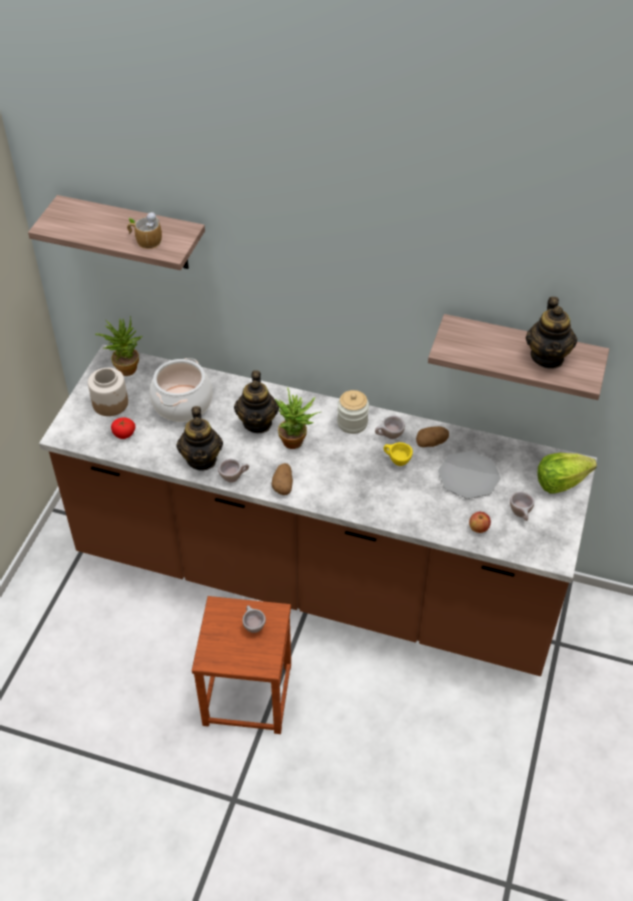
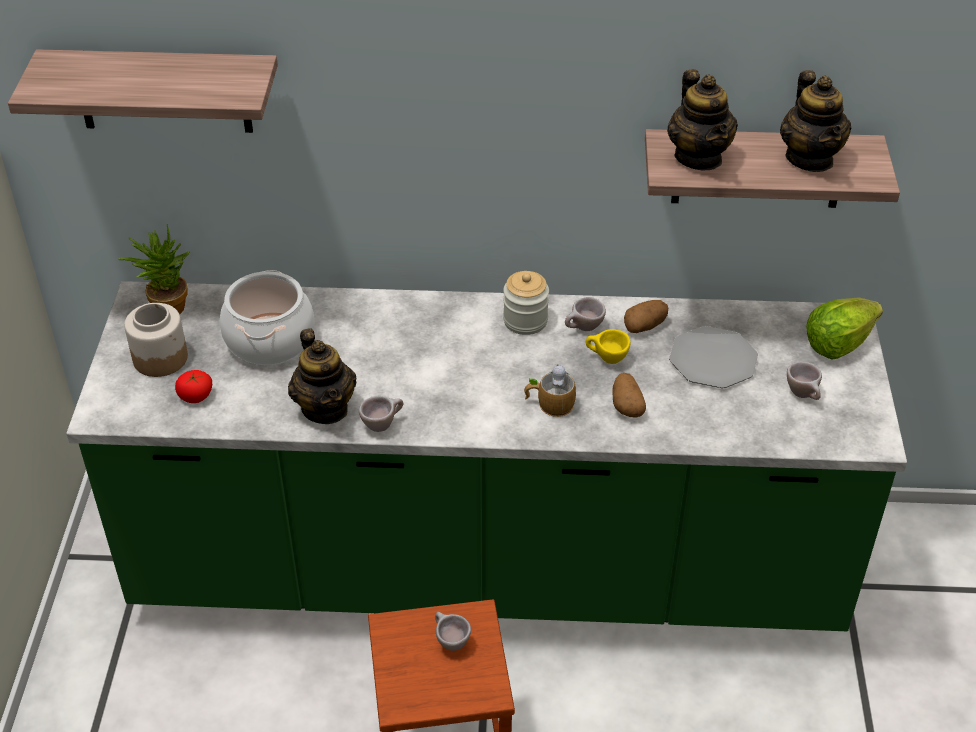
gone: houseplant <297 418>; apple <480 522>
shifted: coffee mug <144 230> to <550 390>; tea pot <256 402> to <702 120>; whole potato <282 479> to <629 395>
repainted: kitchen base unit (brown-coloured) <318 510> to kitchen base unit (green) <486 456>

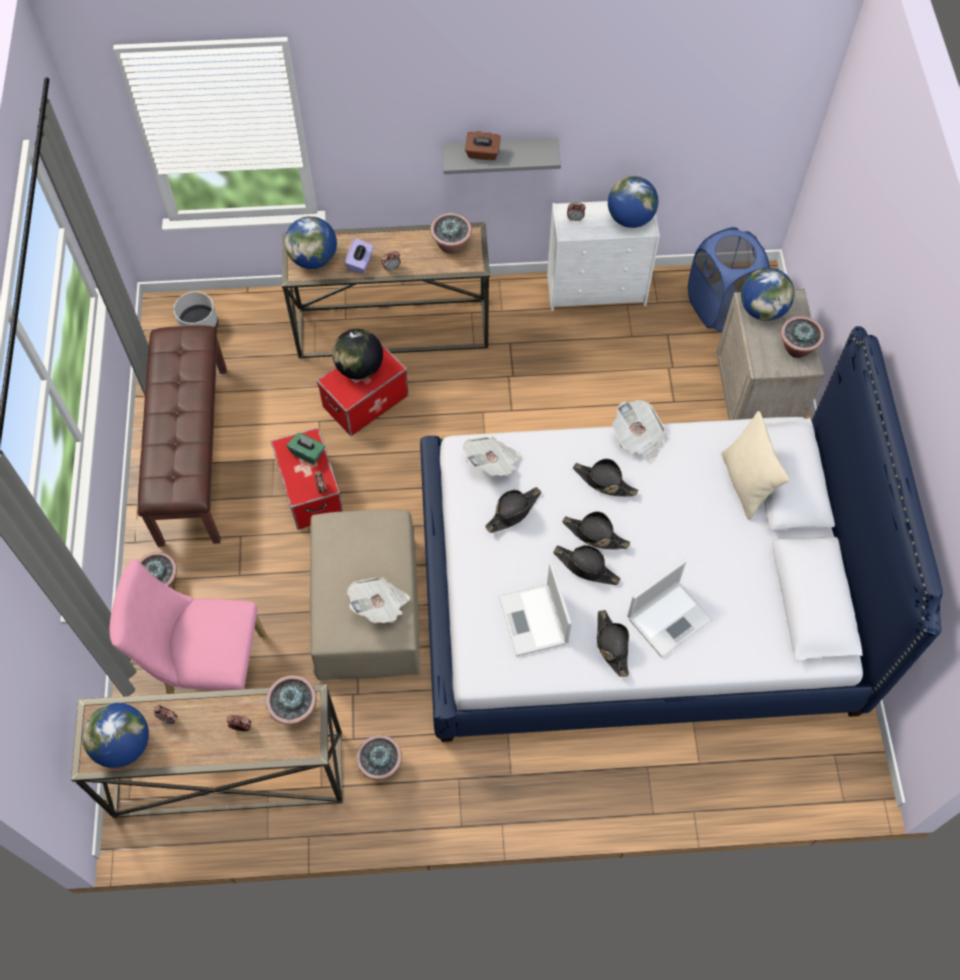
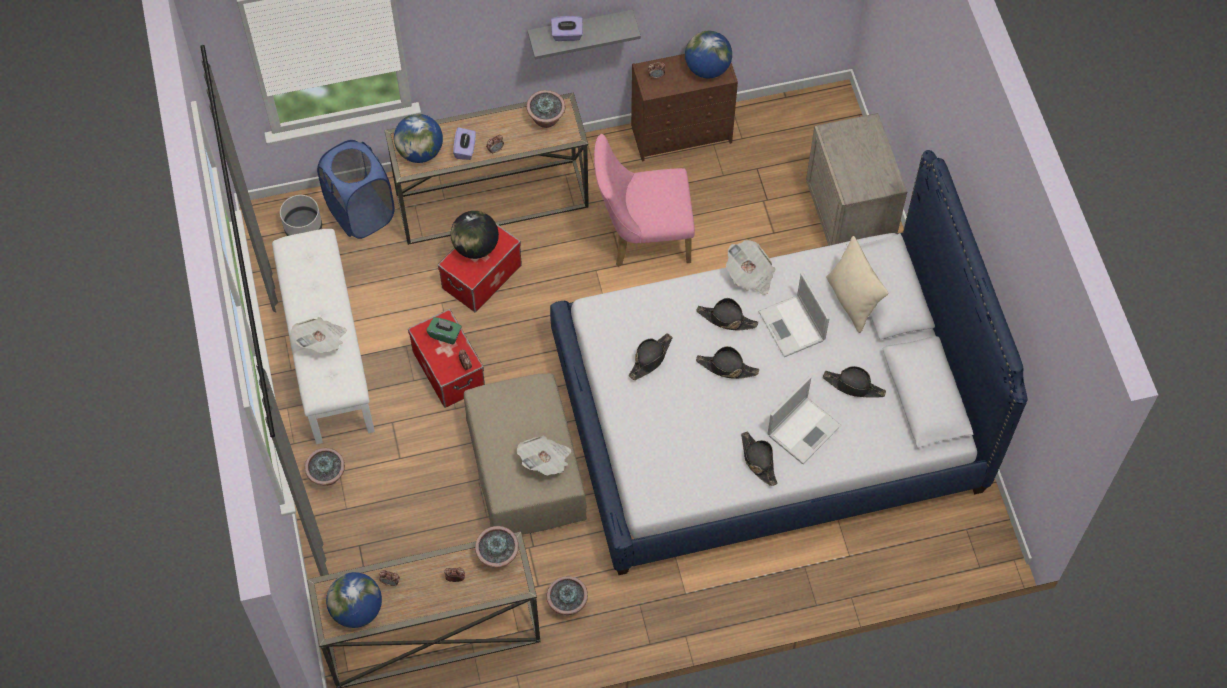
gone: globe <768 294>; houseplant <802 337>
shifted: laundry basket (bluish) <729 279> to <356 189>; printed paper <492 456> to <319 335>; hat (black) <587 565> to <854 382>; plain chair (pink) <188 626> to <644 200>; portable computer <535 609> to <794 315>
repainted: tissue holder (brown-coloured) <483 146> to tissue holder (purple-coloured) <567 28>; drawer chest (whitish) <603 256> to drawer chest (brown-coloured) <684 108>; indoor bench (brown-coloured) <182 436> to indoor bench (whitish) <323 336>

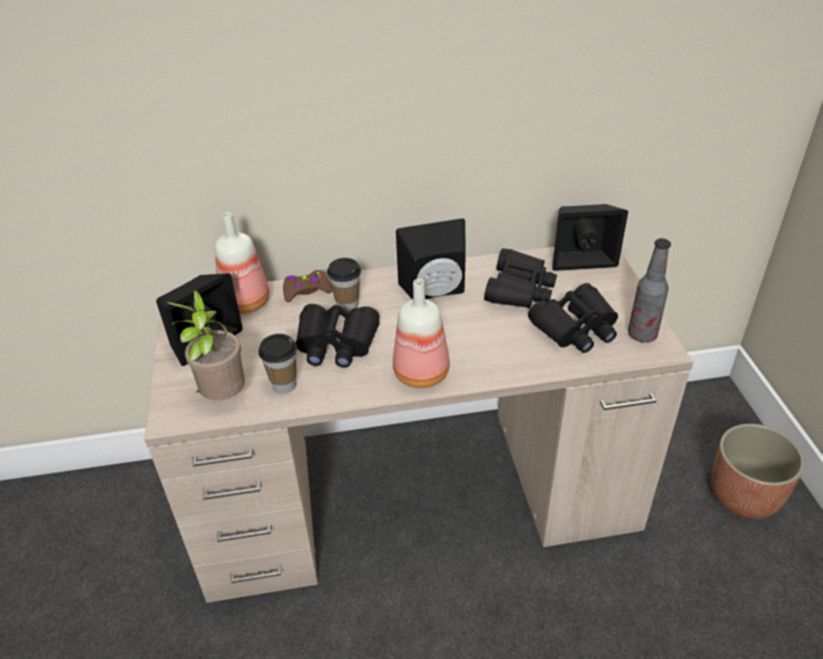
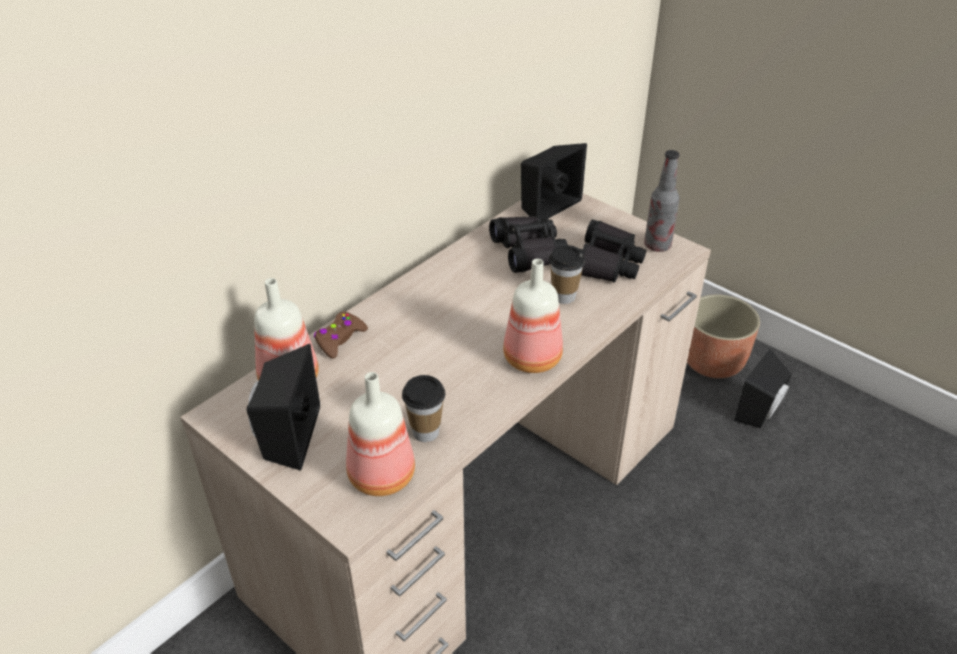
gone: field glasses (black) <338 336>
shifted: loudspeaker (black) <431 259> to <763 388>; drinking cup <344 284> to <567 274>
swapped: houseplant <206 345> to beverage bottle <380 434>

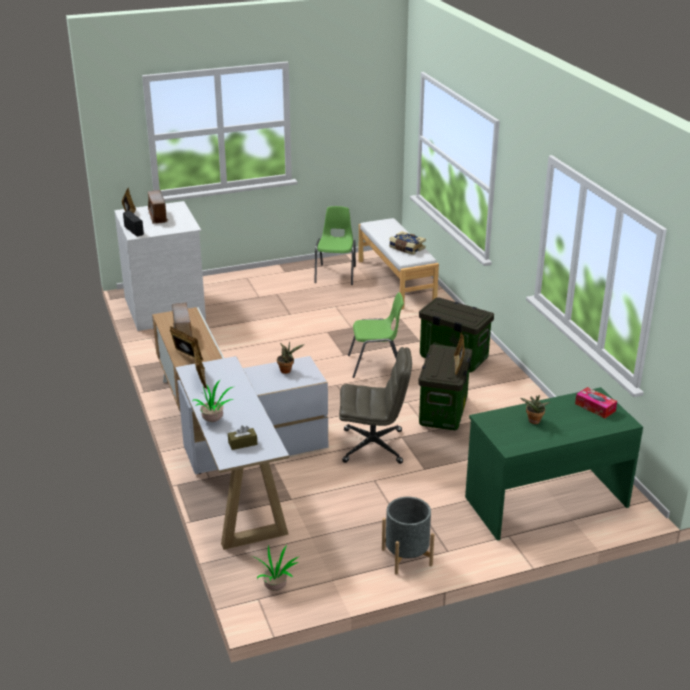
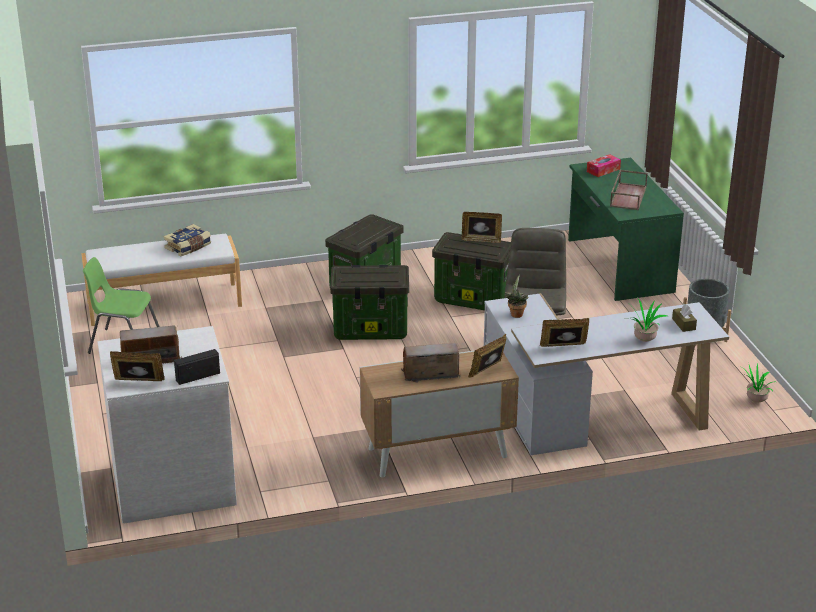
swapped: plain chair (green) <376 335> to storage container <369 302>; houseplant <535 409> to tray (brown-coloured) <629 190>

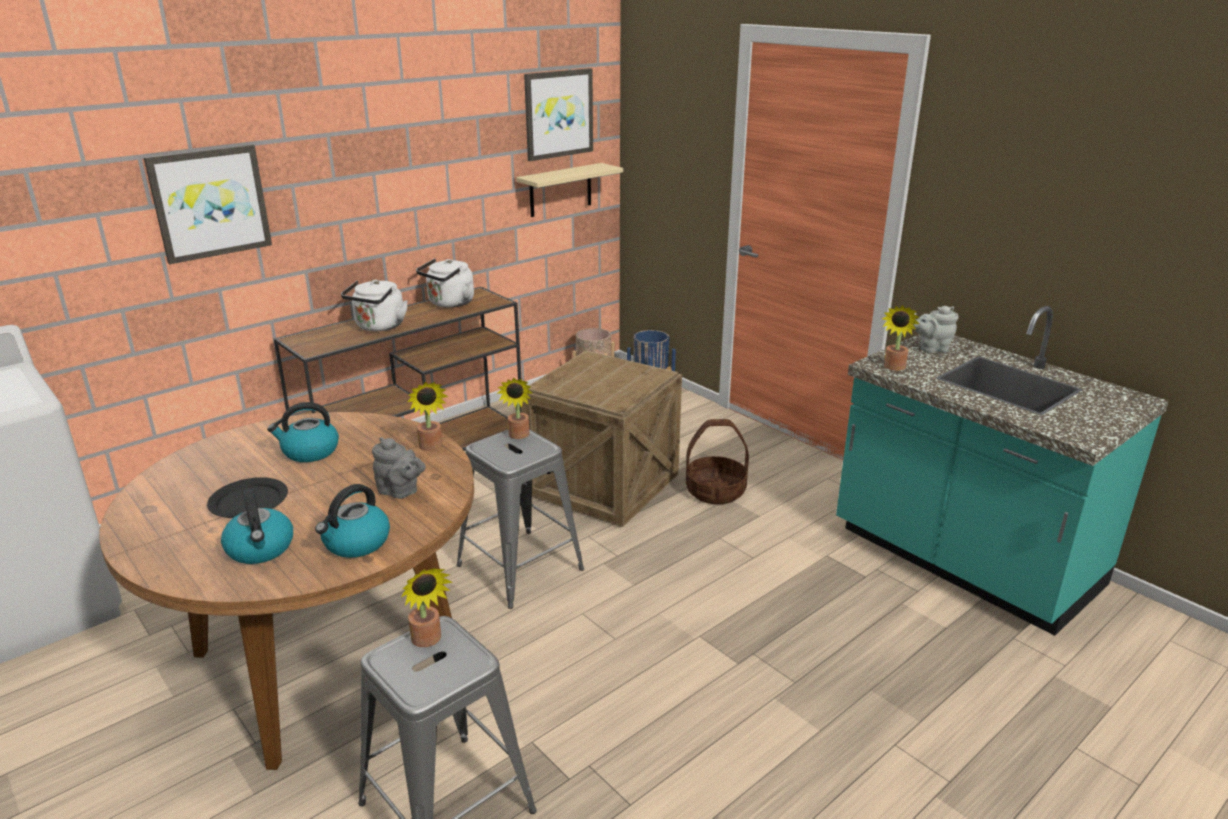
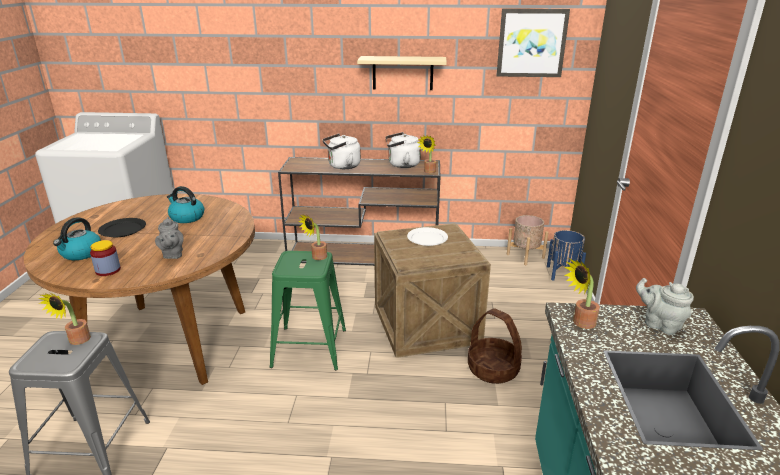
gone: wall art <208 204>
new: plate (whitish) <427 236>
shifted: wall shelf (sand-coloured) <569 190> to <402 73>; houseplant <427 416> to <426 154>
swapped: kettle <352 521> to preserve jar <105 258>
repainted: sitting stool (greyish) <520 519> to sitting stool (green) <308 310>

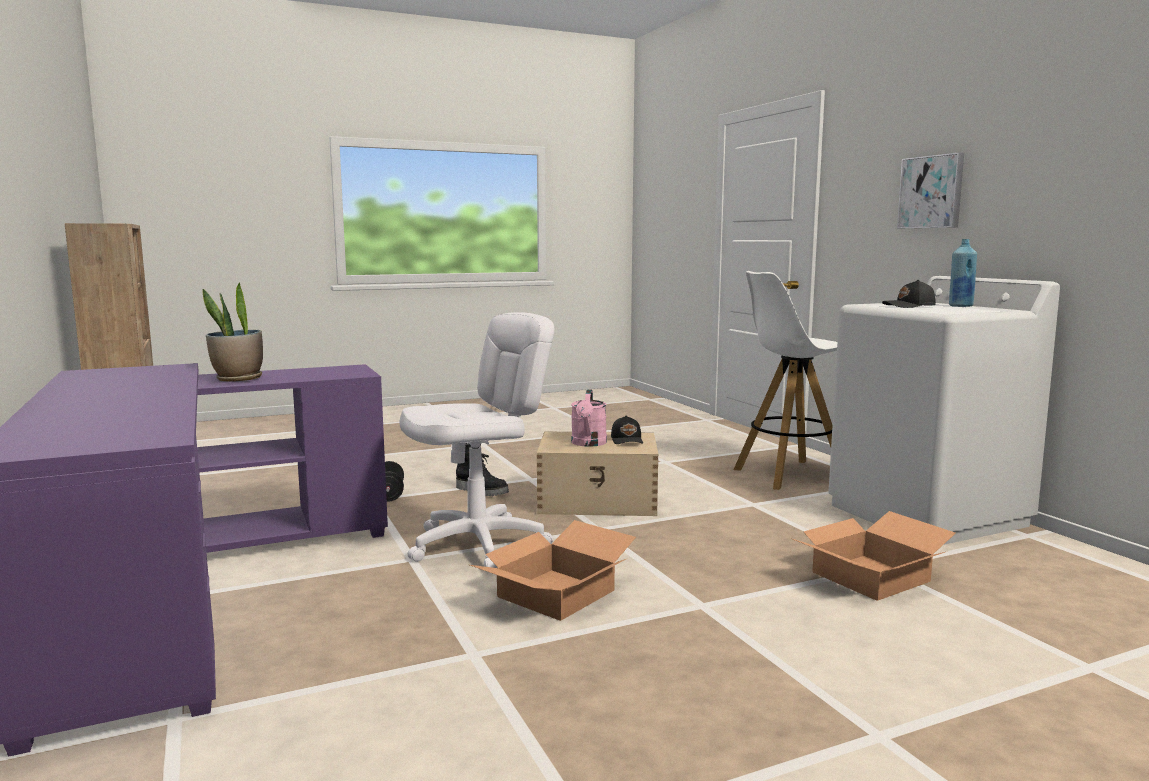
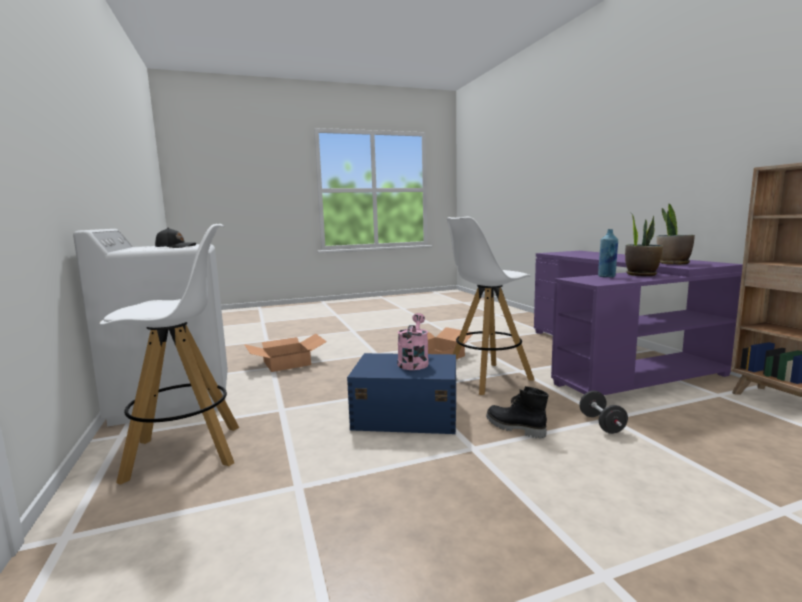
gone: wall art <930 190>; cap (black) <627 429>
new: houseplant <676 234>
shifted: beverage bottle (bluish) <963 273> to <608 253>
swapped: office chair (whitish) <477 442> to sitting stool (whitish) <490 306>
repainted: storage container (sand-coloured) <597 473> to storage container (bluish) <401 393>

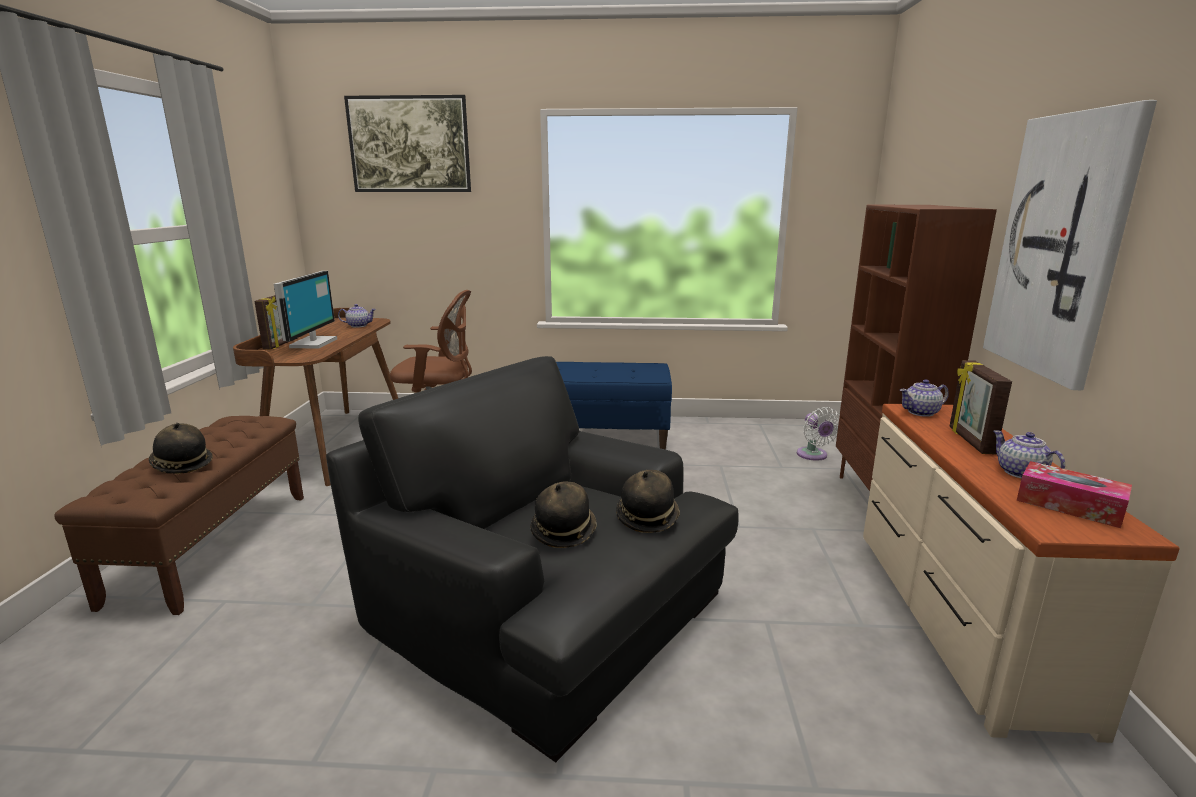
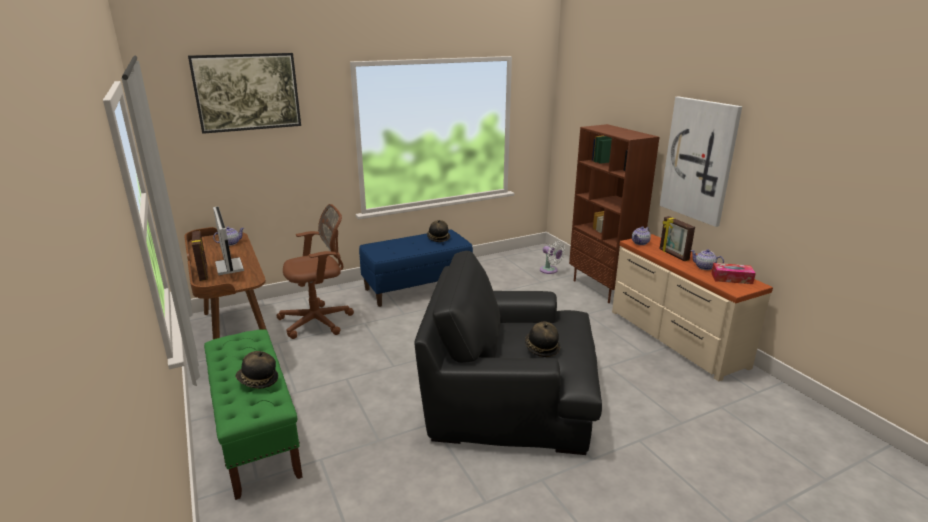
shifted: hat <648 501> to <438 231>
repainted: indoor bench (brown-coloured) <179 515> to indoor bench (green) <253 415>

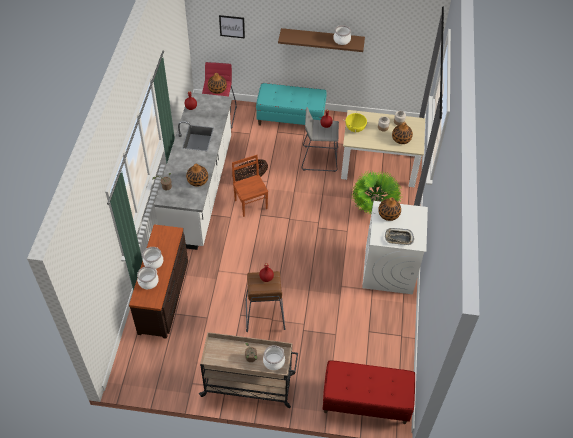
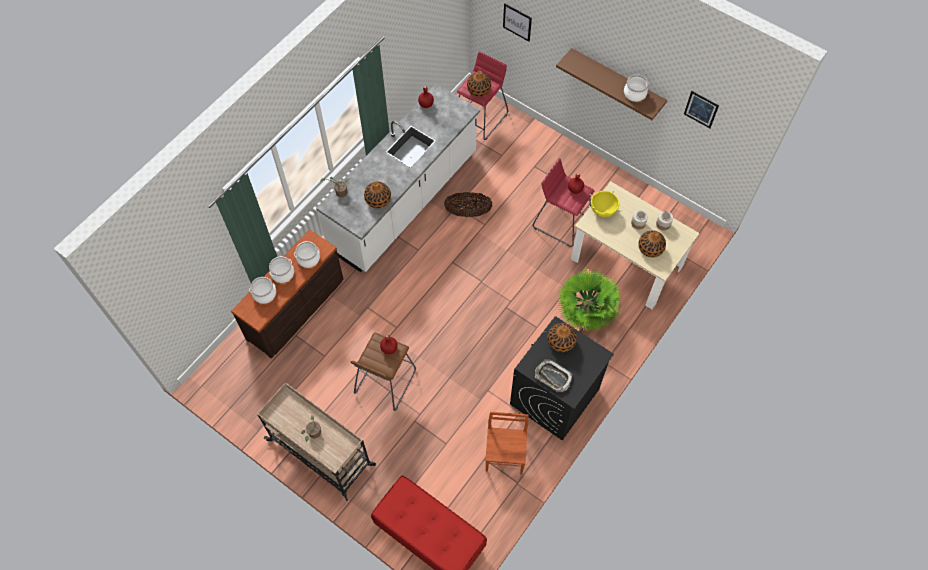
gone: indoor bench (turquoise) <291 104>
new: wall art <701 109>
shifted: plain chair (brown-coloured) <250 186> to <507 443>; saucepot <274 357> to <307 254>
repainted: sitting stool (greyish) <320 139> to sitting stool (red) <563 202>; laundry appliance (whitish) <395 247> to laundry appliance (black) <562 378>

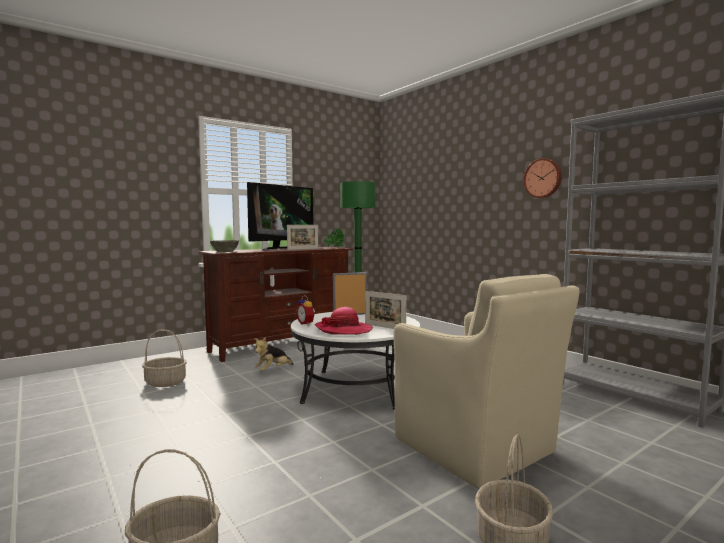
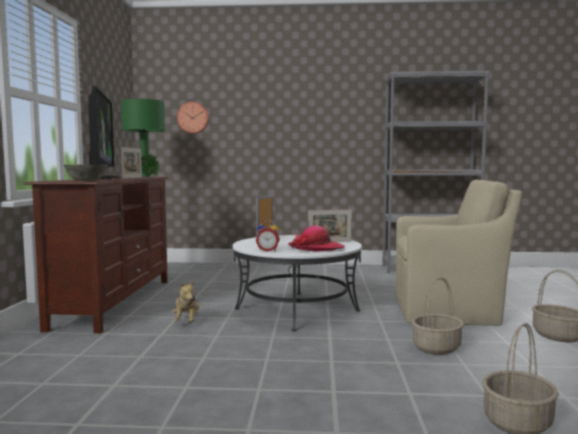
shifted: hanging clock <542 178> to <193 118>; household basket <164 358> to <438 316>

